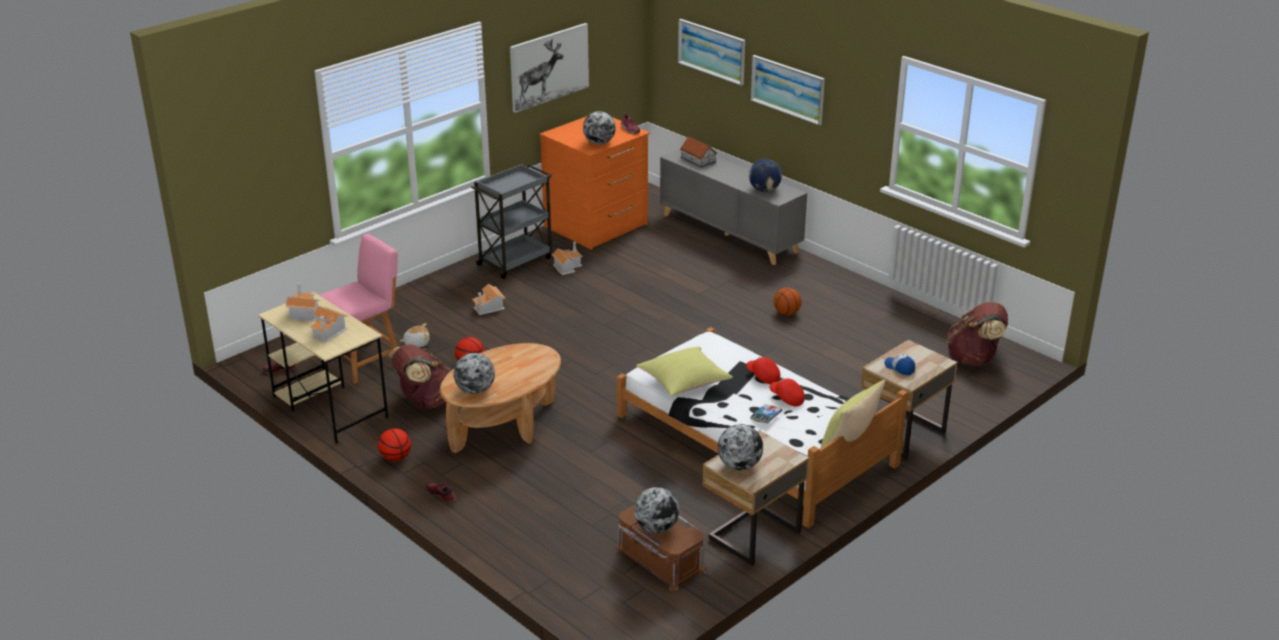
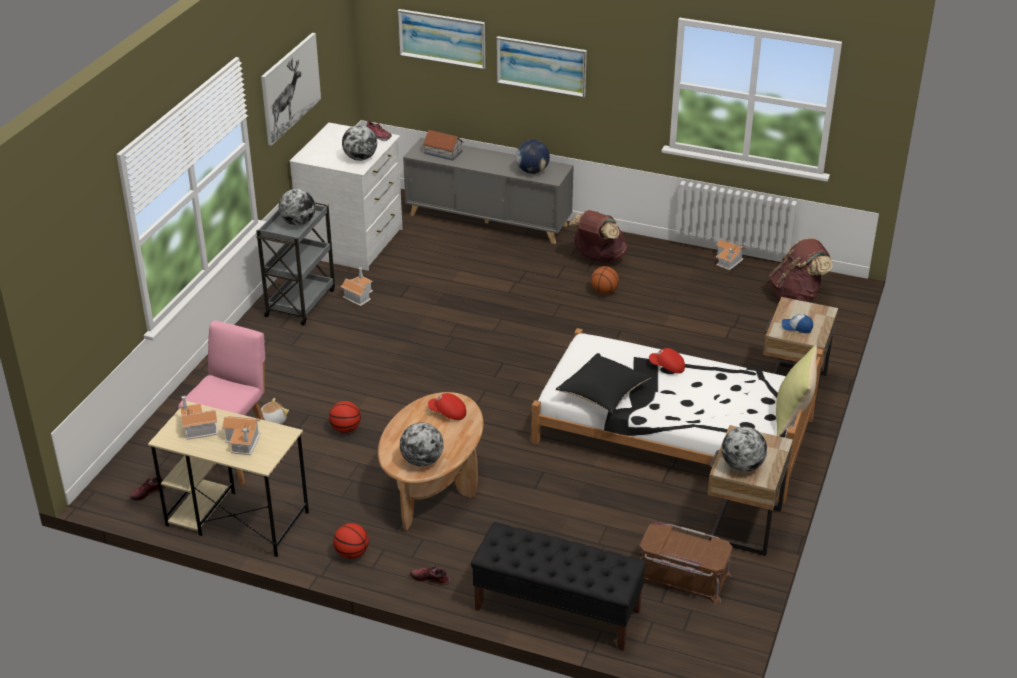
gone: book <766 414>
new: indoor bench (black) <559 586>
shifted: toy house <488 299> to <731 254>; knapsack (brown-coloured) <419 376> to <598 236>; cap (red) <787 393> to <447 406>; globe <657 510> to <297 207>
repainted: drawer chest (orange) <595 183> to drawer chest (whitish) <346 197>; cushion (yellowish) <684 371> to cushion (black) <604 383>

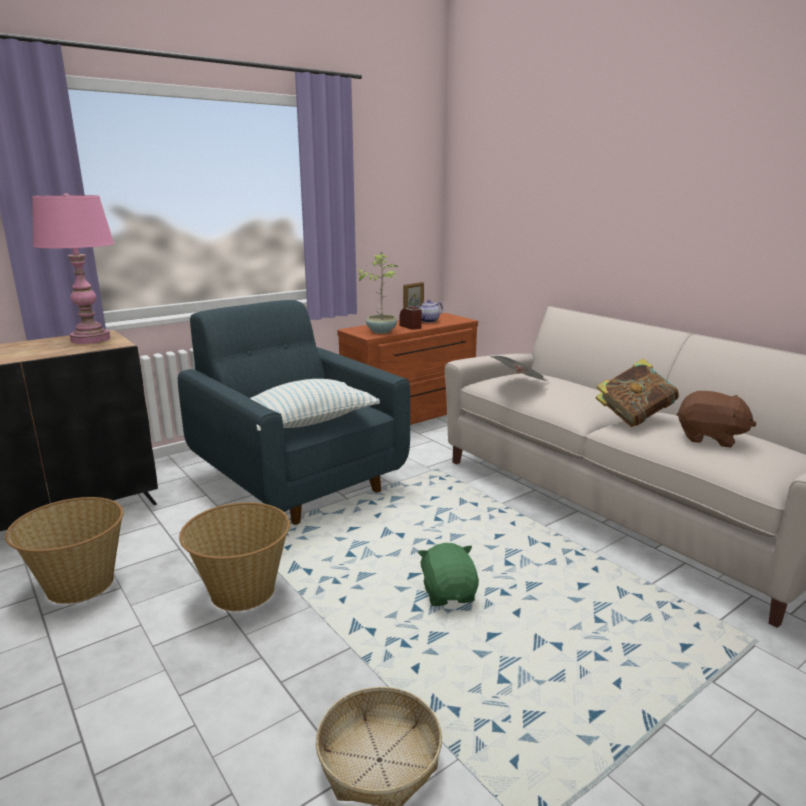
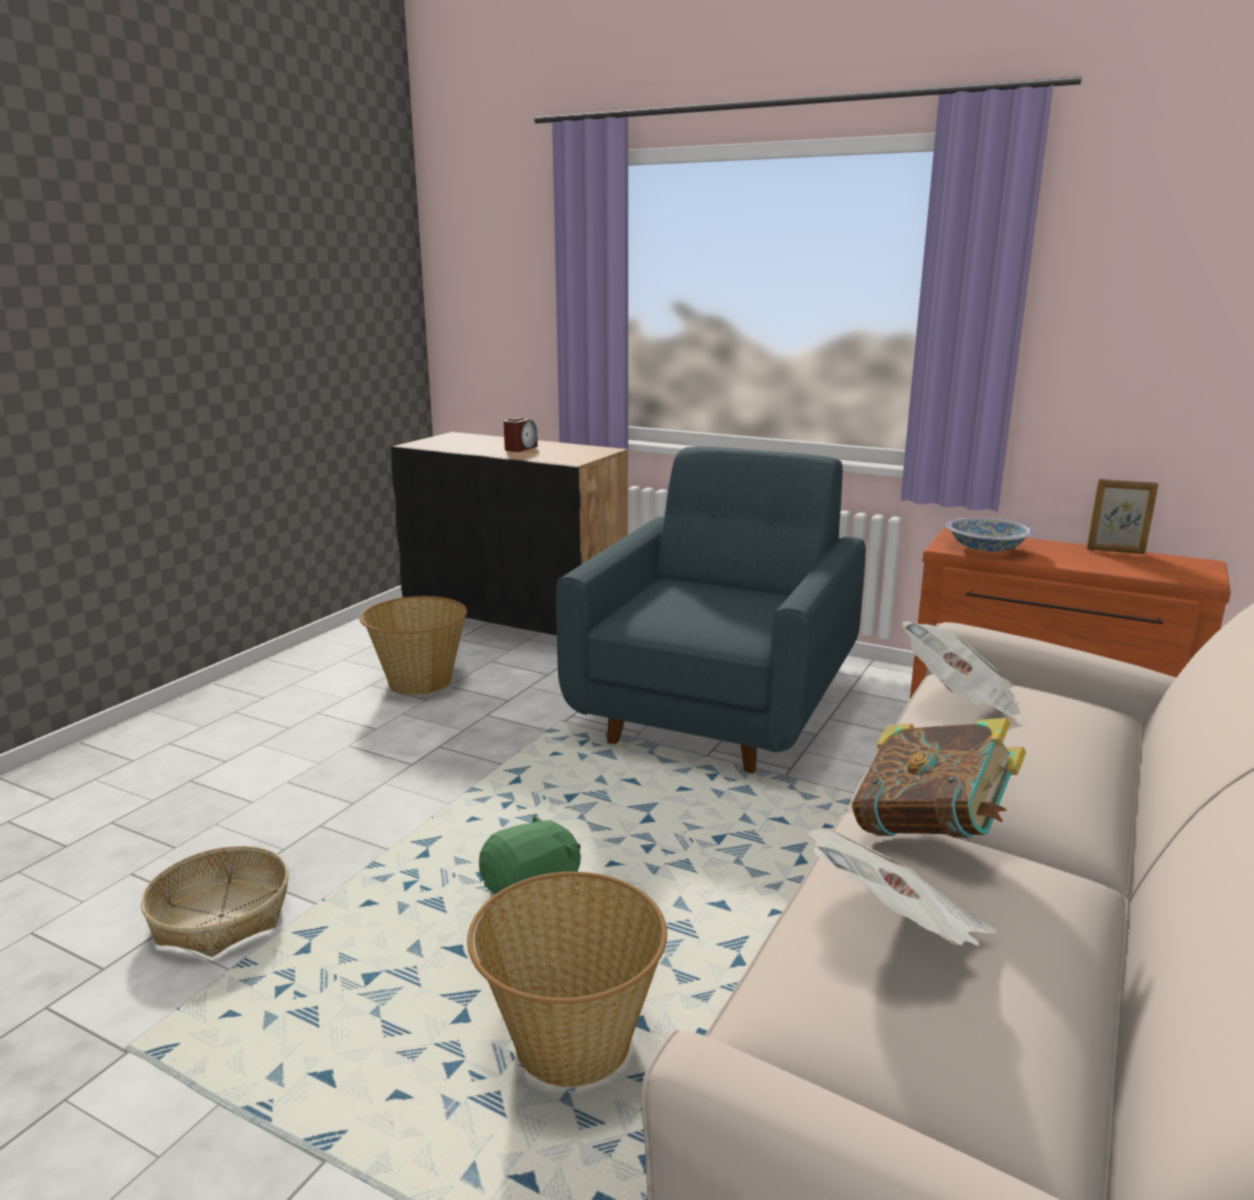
gone: lamp for a table (pink) <73 268>; tea pot <430 311>; cushion <315 405>
shifted: bedside clock <411 318> to <521 434>; household basket <234 556> to <567 979>
swapped: houseplant <378 293> to serving bowl <989 534>; soft toy (brown-coloured) <717 419> to printed paper <903 887>

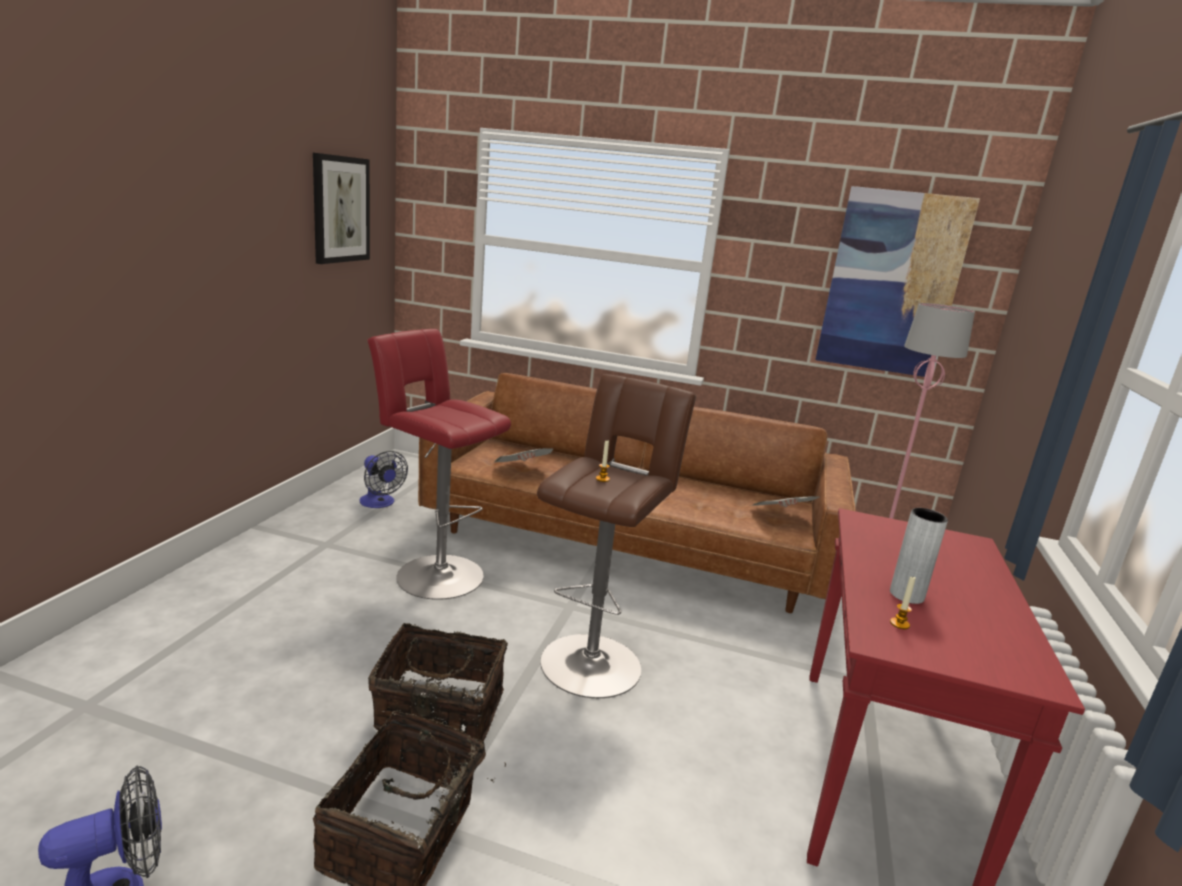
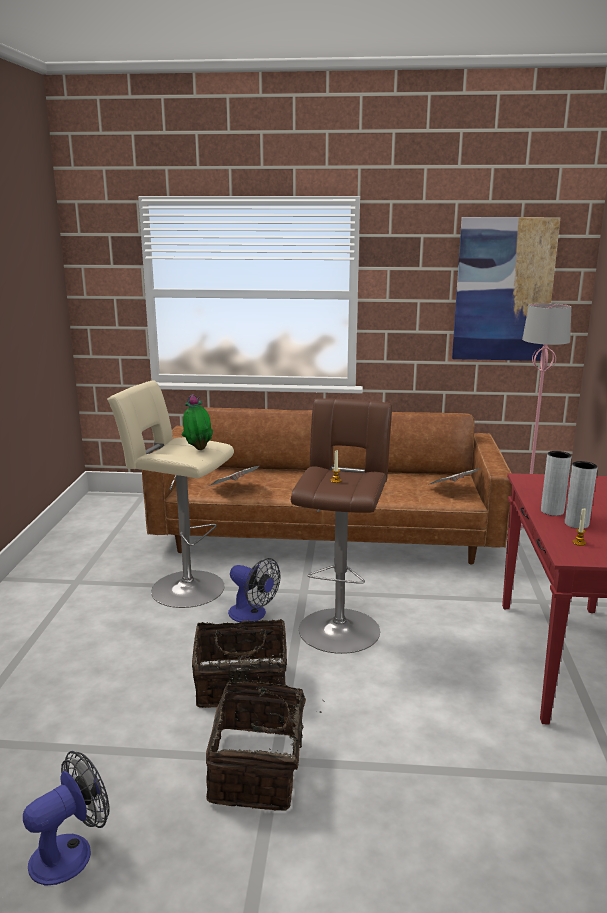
gone: wall art <341 208>
new: houseplant <197 422>; decorative vase (greyish) <556 483>
shifted: electric fan <384 479> to <254 590>
repainted: sitting stool (red) <439 464> to sitting stool (sand-coloured) <170 494>

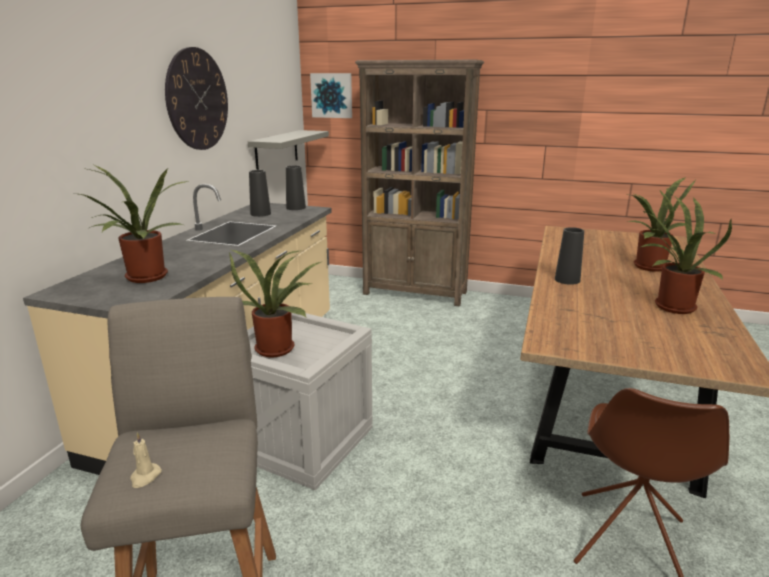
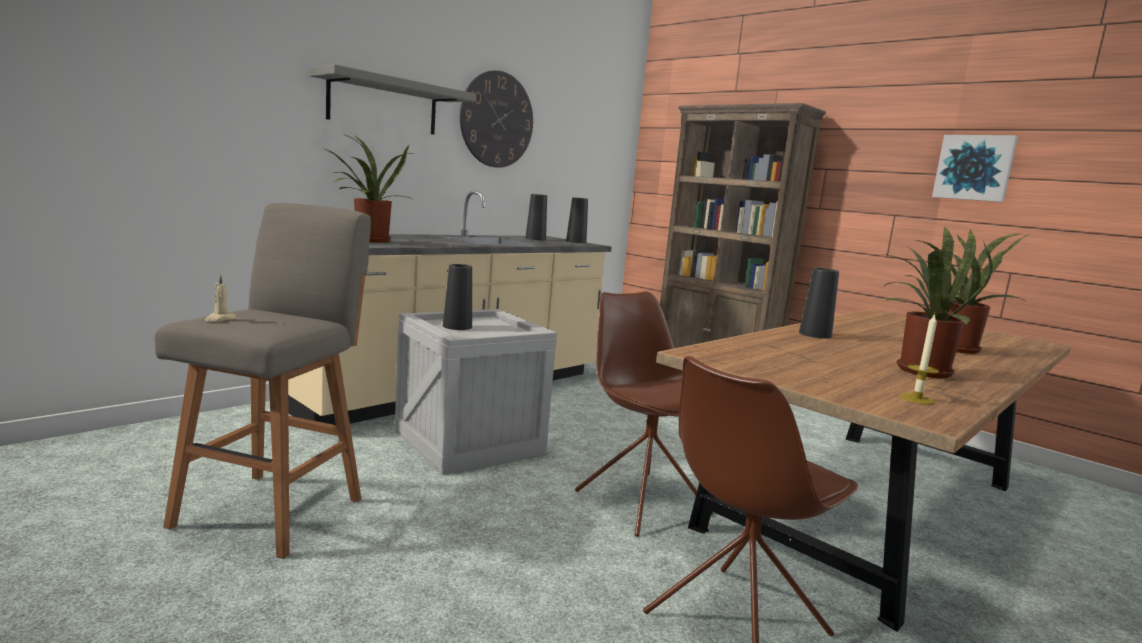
new: plain chair (brown-coloured) <644 414>; wax light <919 359>
shifted: wall art <331 95> to <975 168>; wall shelf (greyish) <288 150> to <392 99>
swapped: houseplant <275 303> to decorative vase (black) <457 297>

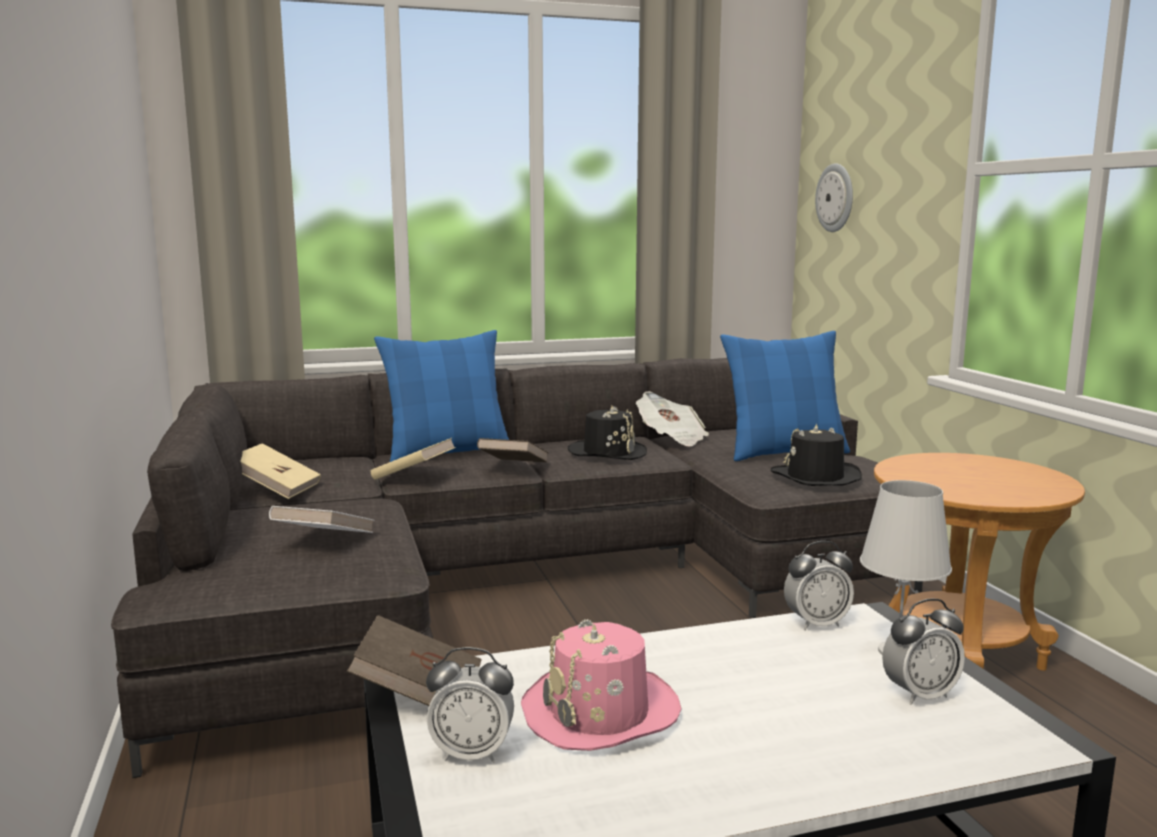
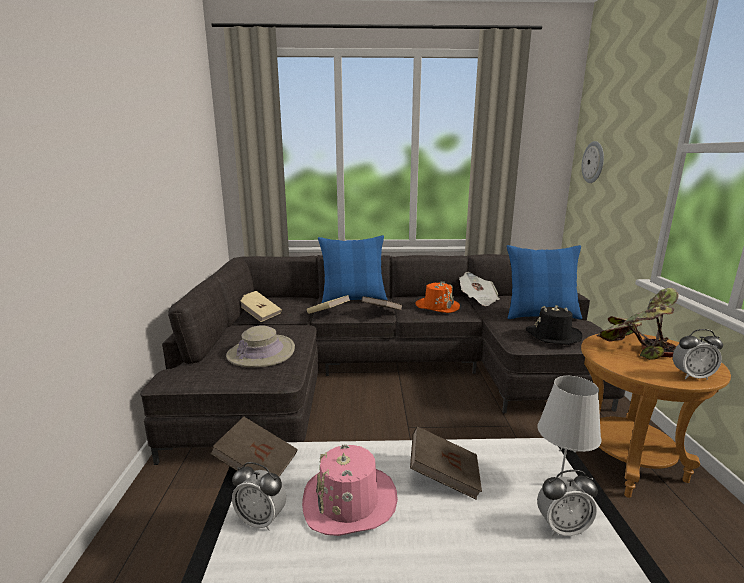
new: houseplant <637 324>; book (brown-coloured) <446 463>
shifted: bedside clock <819 585> to <698 354>
swapped: book (whitish) <322 519> to hat (sand-coloured) <260 346>
repainted: hat (black) <607 433> to hat (orange) <437 297>

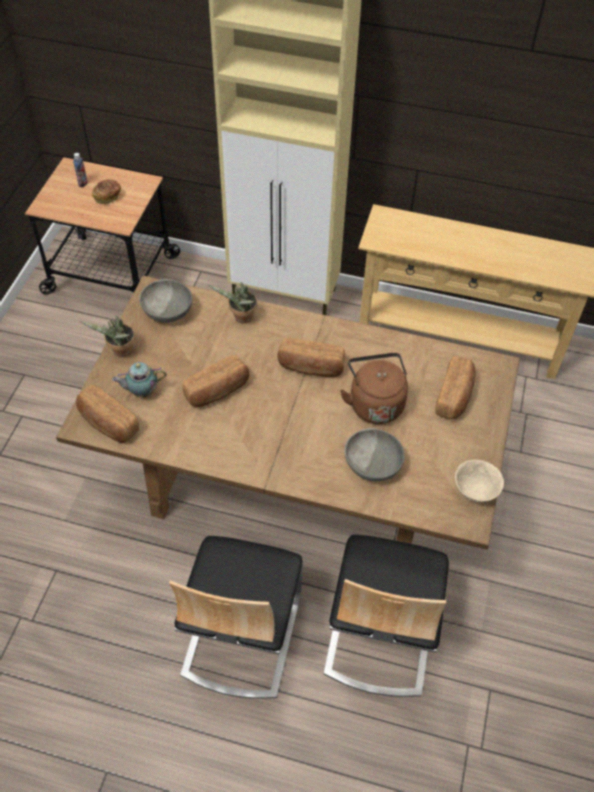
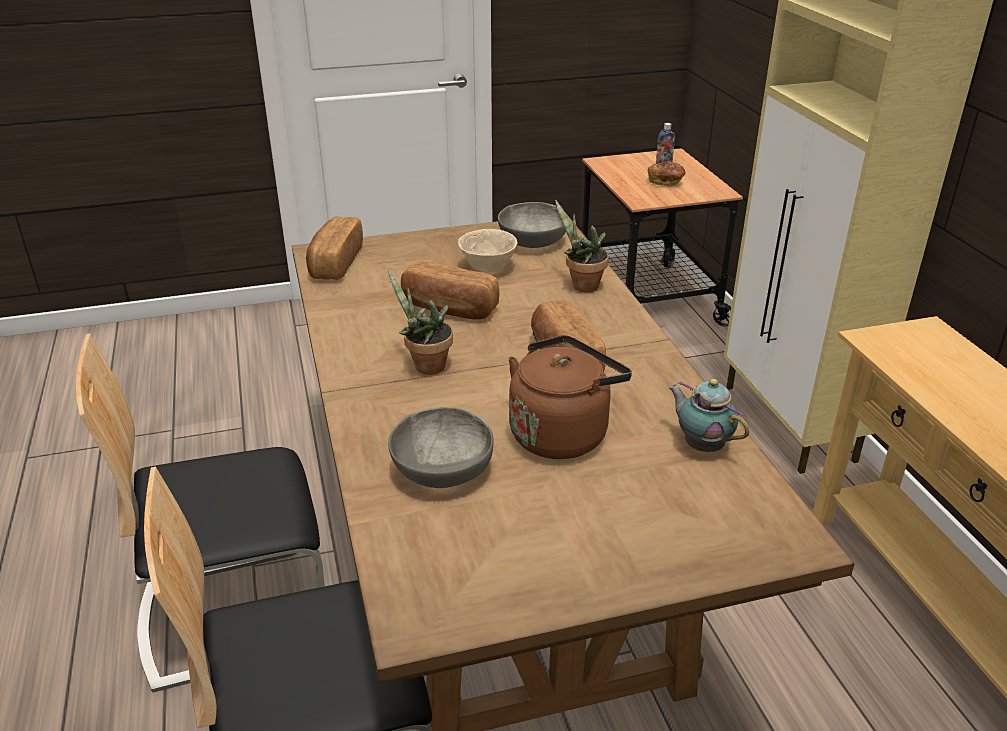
gone: baked bread <455 387>
shifted: houseplant <107 336> to <420 322>; tea pot <139 380> to <708 415>; serving bowl (sand-coloured) <479 481> to <488 250>

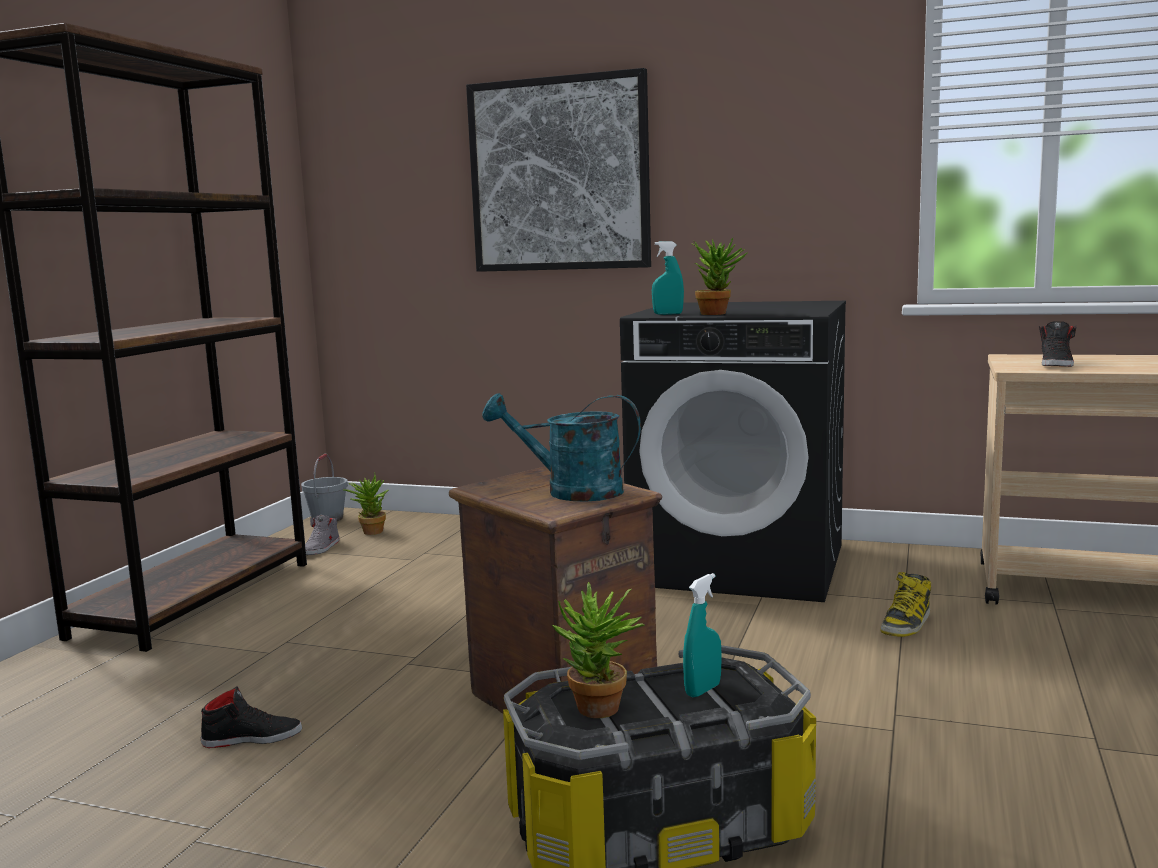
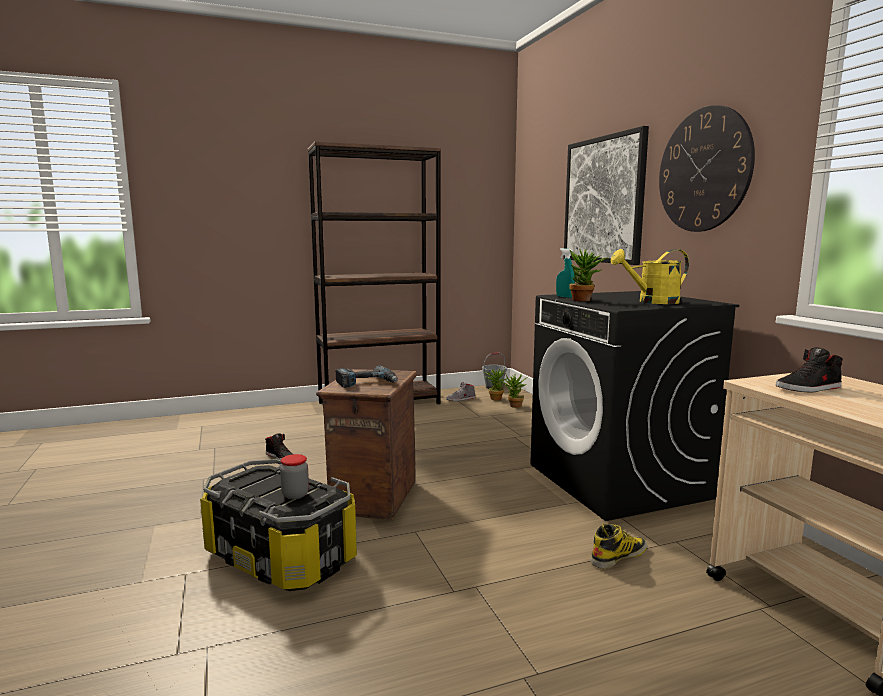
new: hanging clock <707 168>; watering pot (yellowish) <649 276>
shifted: houseplant <598 650> to <515 390>
swapped: watering pot (turquoise) <561 447> to drill <367 376>; hand sprayer (turquoise) <702 635> to preserve jar <294 476>
rotated: high-top boot <905 604> = <619 546> 150 degrees clockwise

